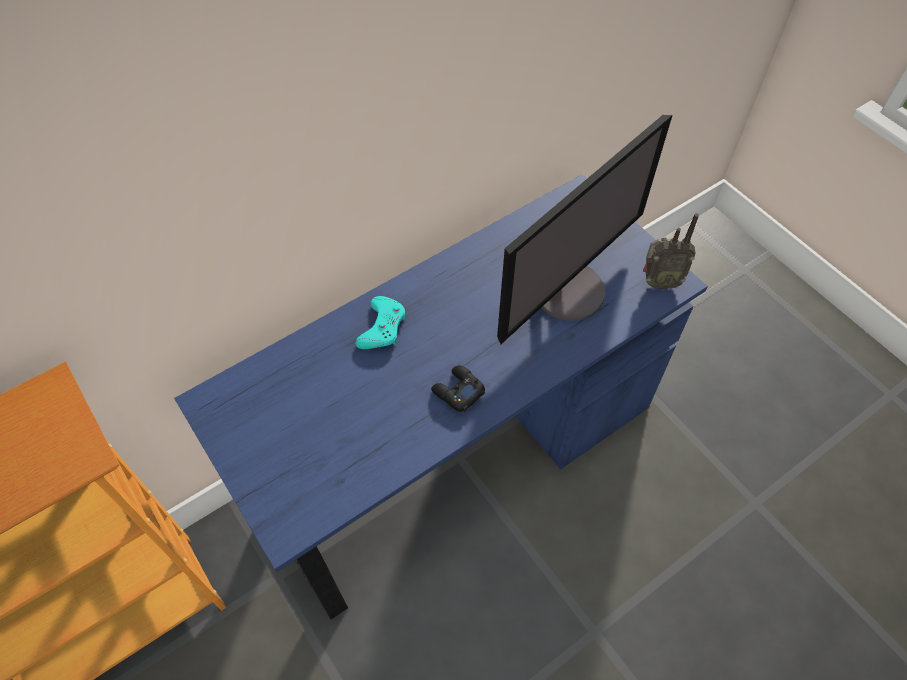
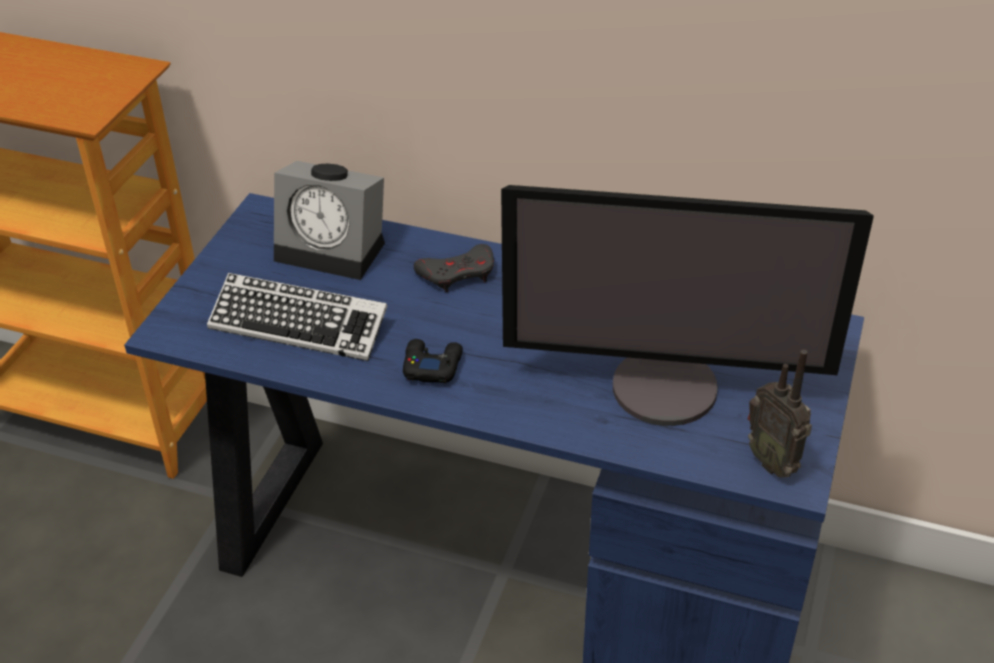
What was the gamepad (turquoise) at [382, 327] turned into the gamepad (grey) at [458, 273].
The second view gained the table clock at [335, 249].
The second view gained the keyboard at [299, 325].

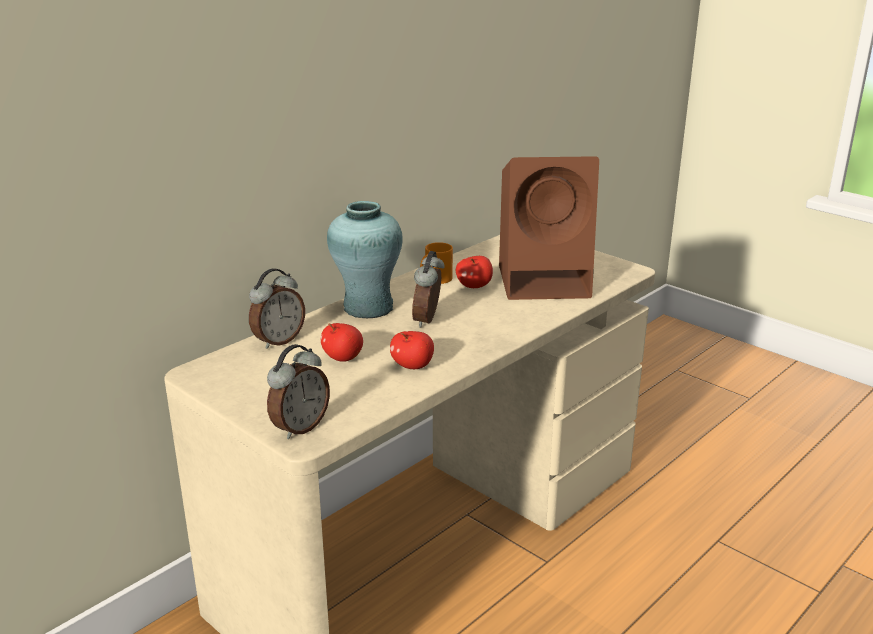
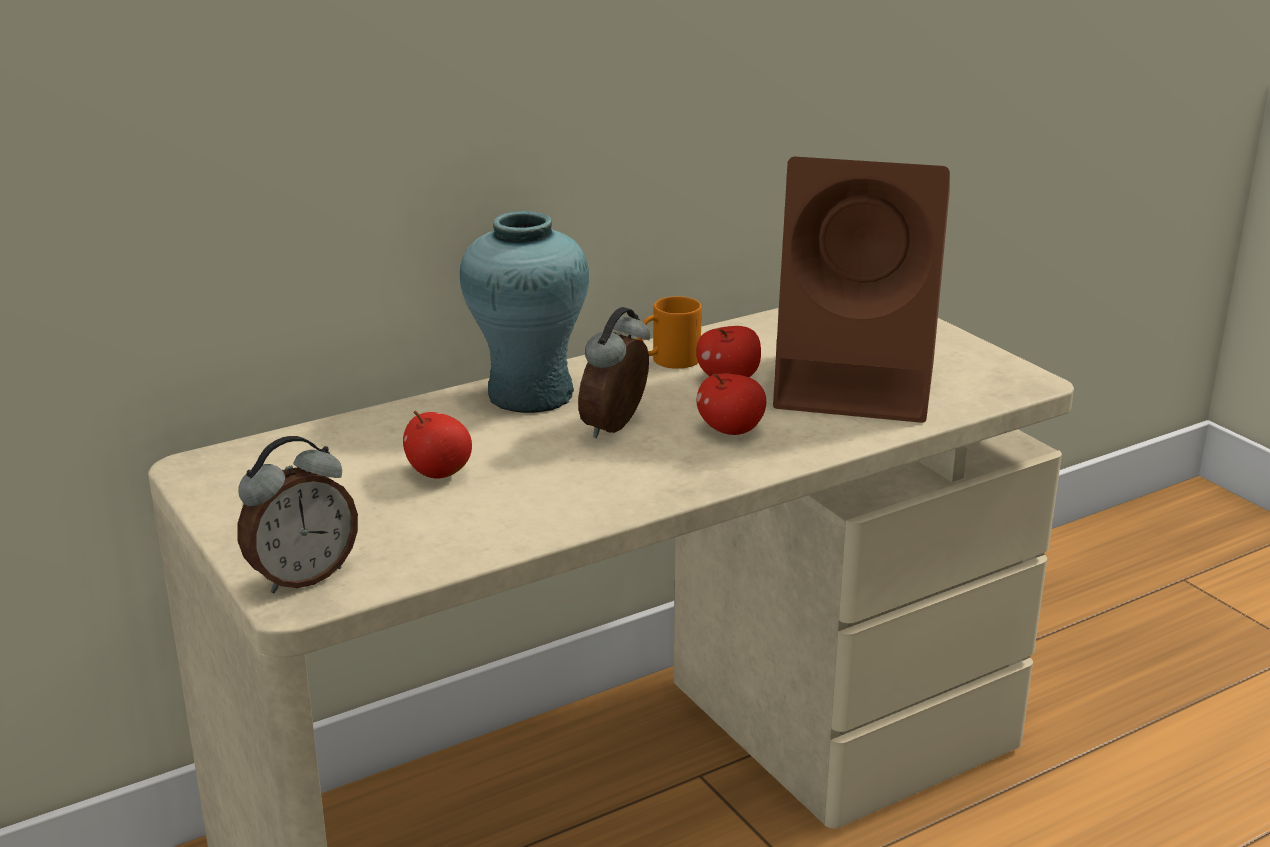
The second view lost the table clock at [278, 341].
The apple fruit ended up elsewhere, having gone from [412, 366] to [731, 430].

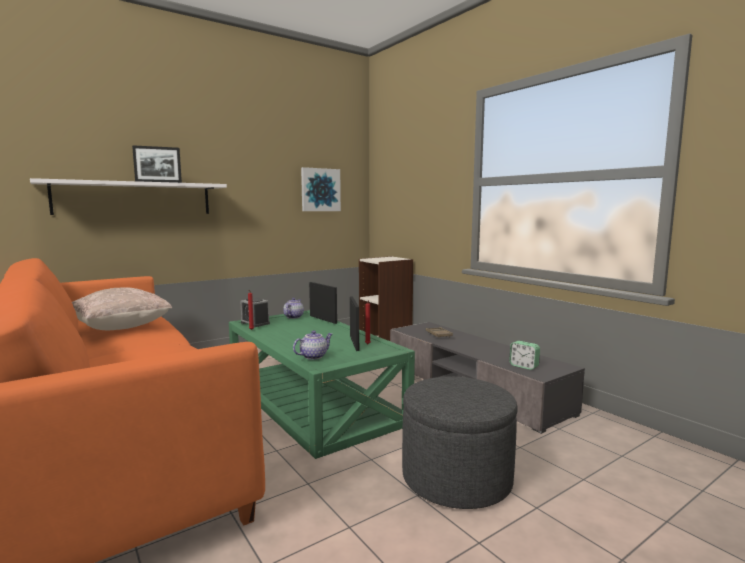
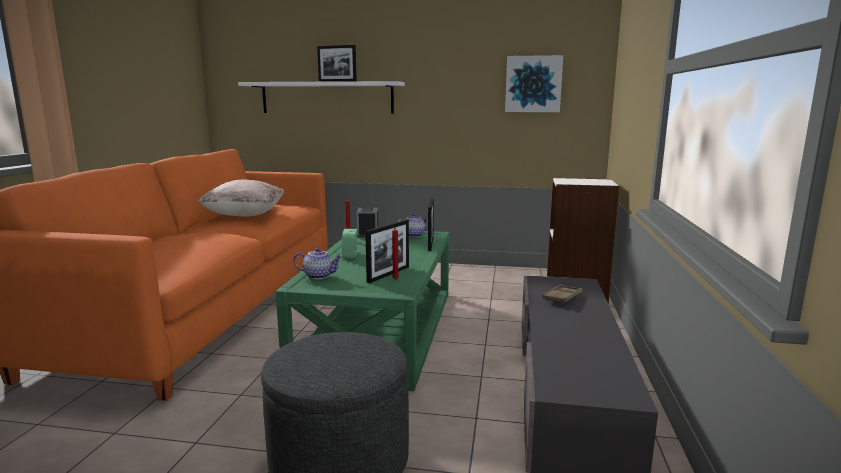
The table clock ended up elsewhere, having gone from [524, 366] to [350, 255].

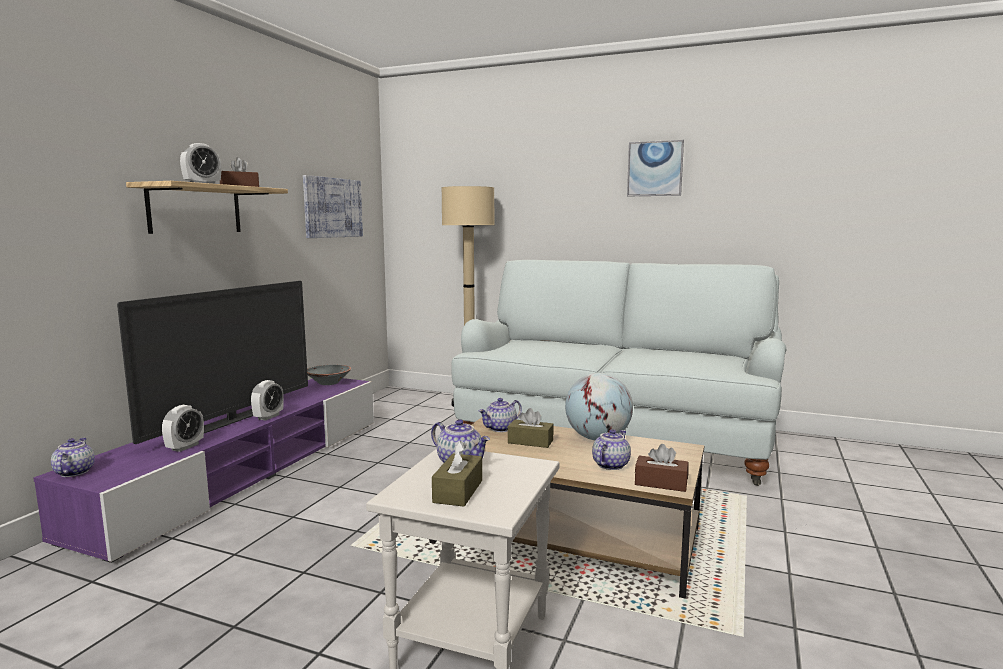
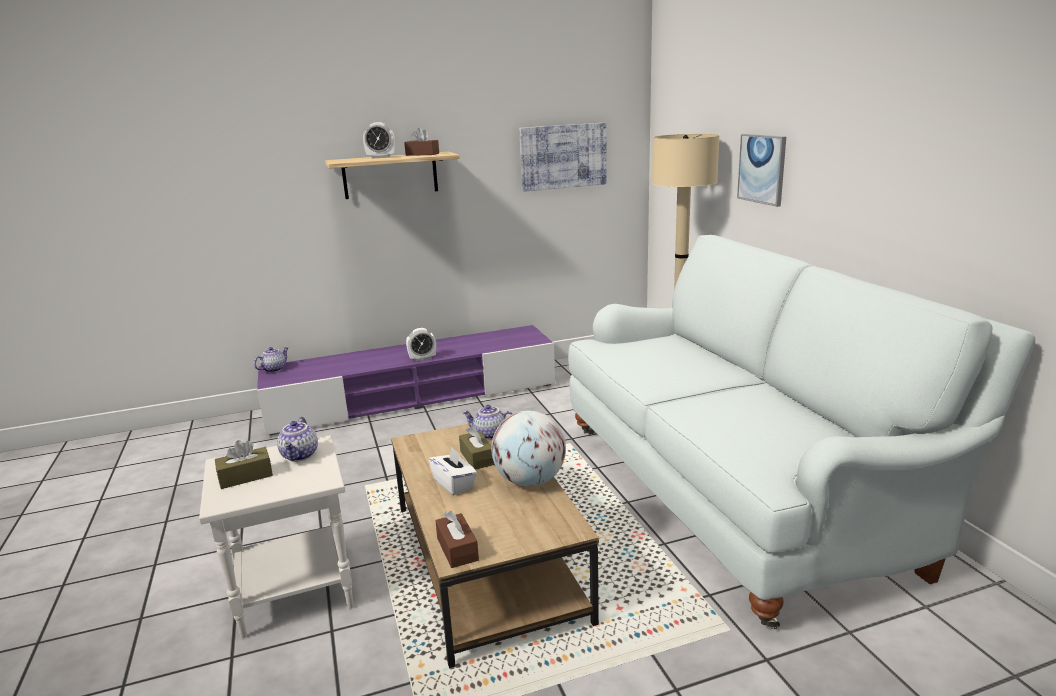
The picture ended up elsewhere, having gone from [655, 169] to [762, 169].
The second view lost the television at [232, 420].
The second view lost the serving bowl (grey) at [328, 383].
The second view lost the table clock at [185, 447].
The second view lost the pot for tea at [610, 465].
The second view gained the tissue holder (white) at [454, 484].

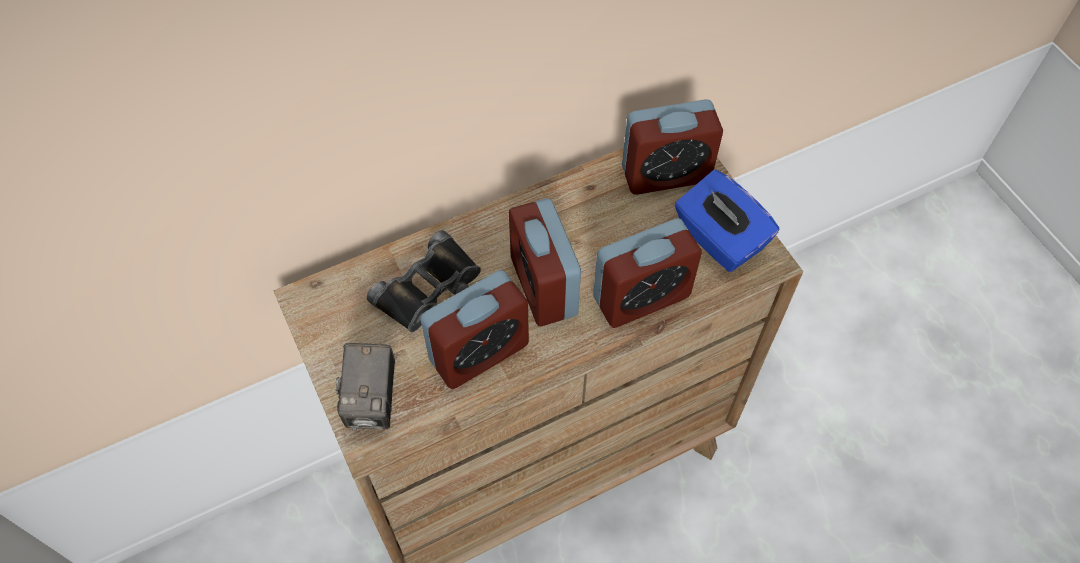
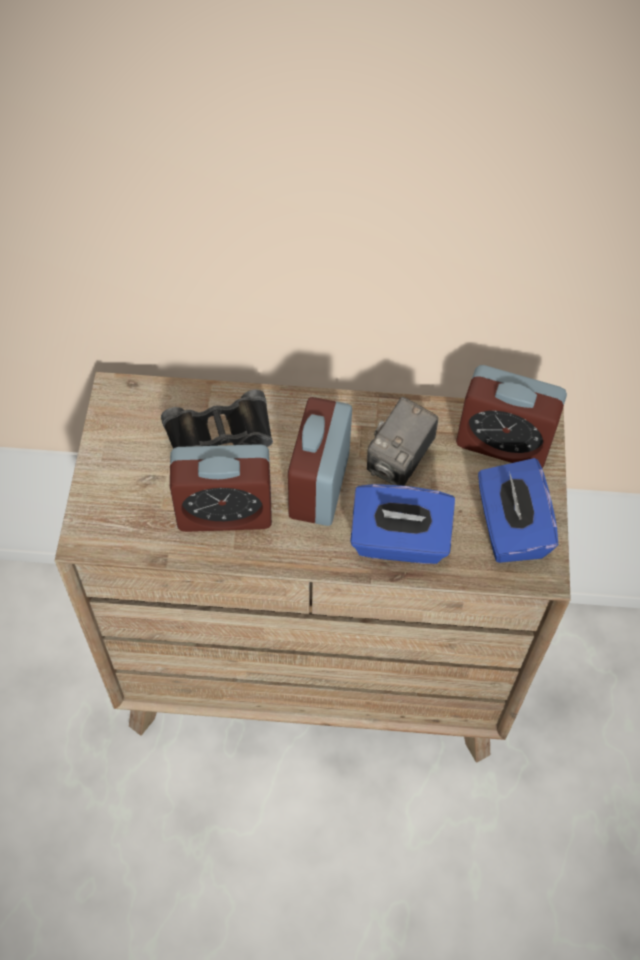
Where the table clock stood at [641, 297], the tissue holder (blue) came to stand at [399, 541].
The photo camera ended up elsewhere, having gone from [373, 402] to [399, 462].

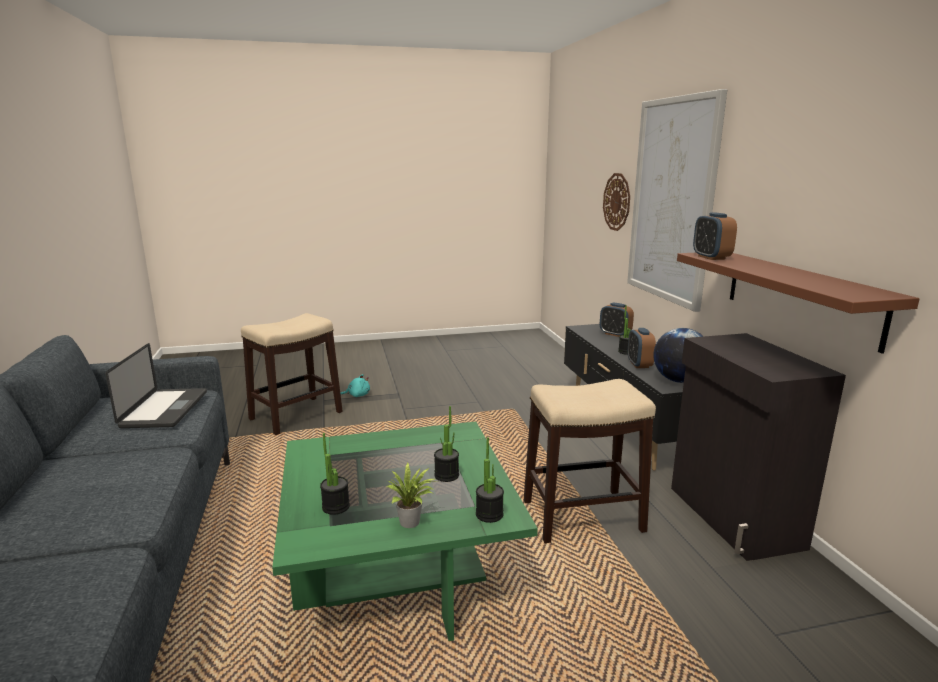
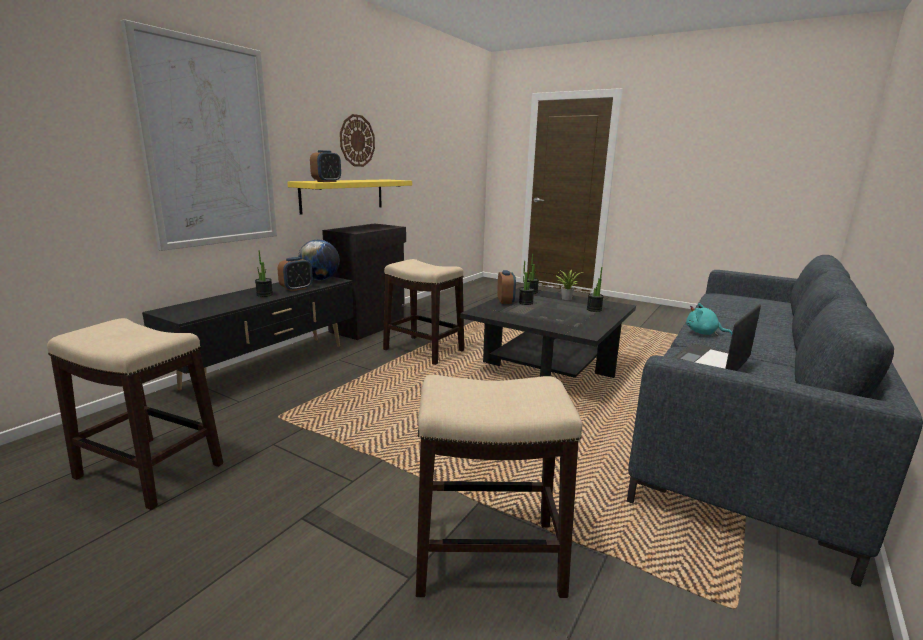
The clock on the wall ended up elsewhere, having gone from [617, 202] to [357, 141].
What was the shelf (brown) at [799, 296] turned into the shelf (yellowish) at [343, 195].
The table clock ended up elsewhere, having gone from [615, 334] to [505, 301].
The soft toy (turquoise) ended up elsewhere, having gone from [357, 395] to [703, 333].
What was the low table (greenish) at [399, 570] turned into the low table (black) at [546, 370].
The second view gained the stool at [151, 471].

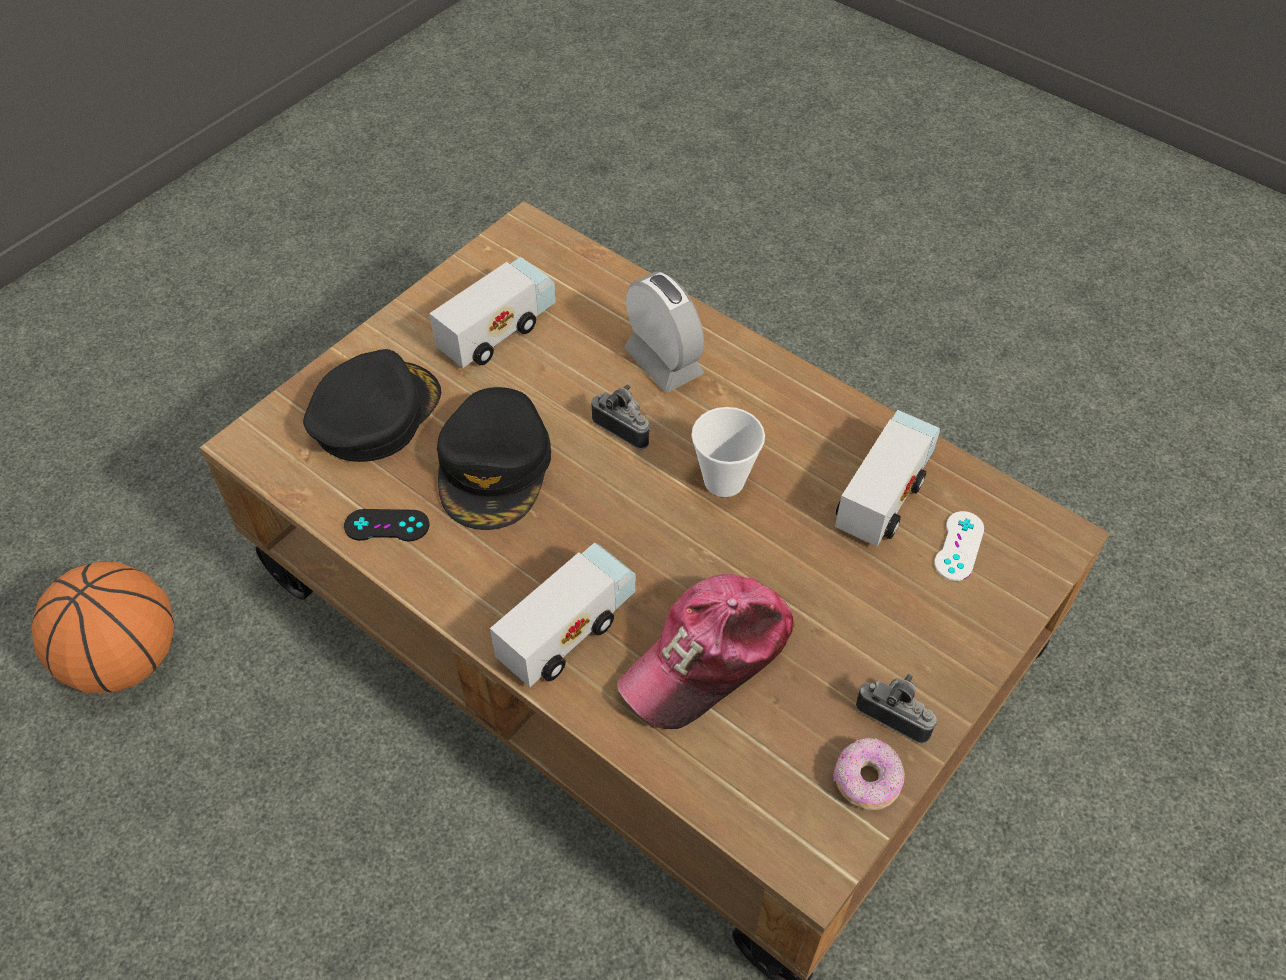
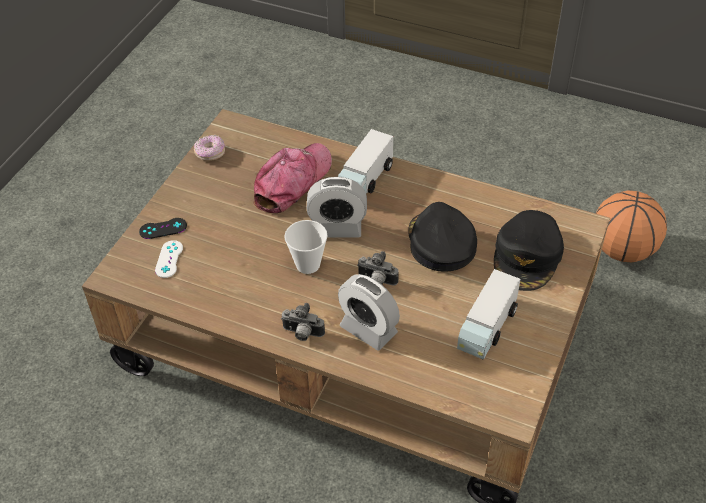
The second view lost the toy truck at [884, 492].
The gamepad (black) ended up elsewhere, having gone from [387, 525] to [163, 228].
The photo camera ended up elsewhere, having gone from [895, 714] to [302, 334].
The second view gained the table clock at [337, 228].

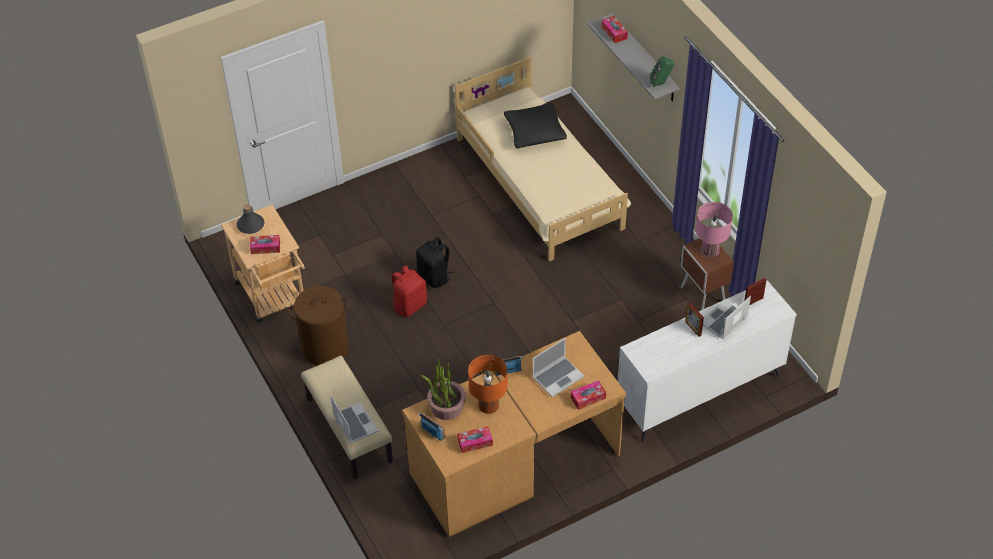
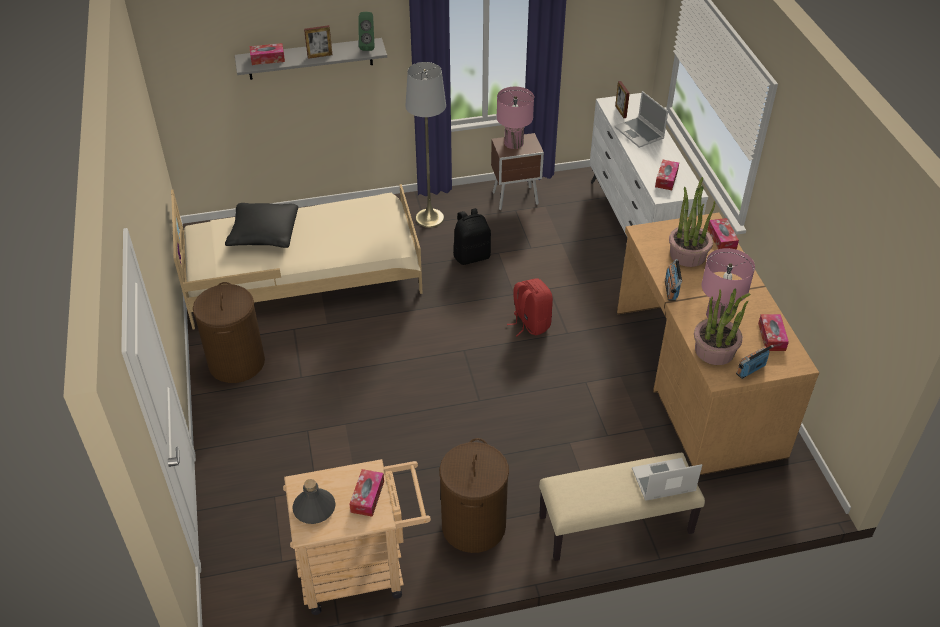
The knapsack (black) ended up elsewhere, having gone from [435, 277] to [472, 256].
The knapsack (red) ended up elsewhere, having gone from [409, 305] to [530, 323].
The photo frame ended up elsewhere, having gone from [693, 328] to [320, 56].
Where the laptop stood at [558, 377], the houseplant came to stand at [688, 254].
What was the tabletop lamp (orange) at [488, 405] turned into the tabletop lamp (pinkish) at [718, 315].
The second view gained the standing lamp (grey) at [429, 218].
The second view gained the tissue holder at [666, 179].
The second view gained the washing basket (brown) at [236, 362].

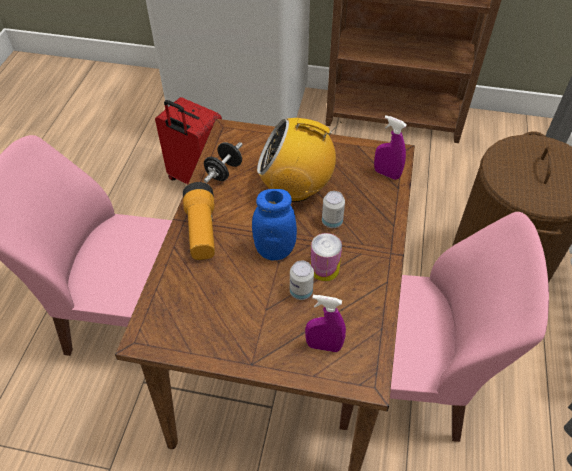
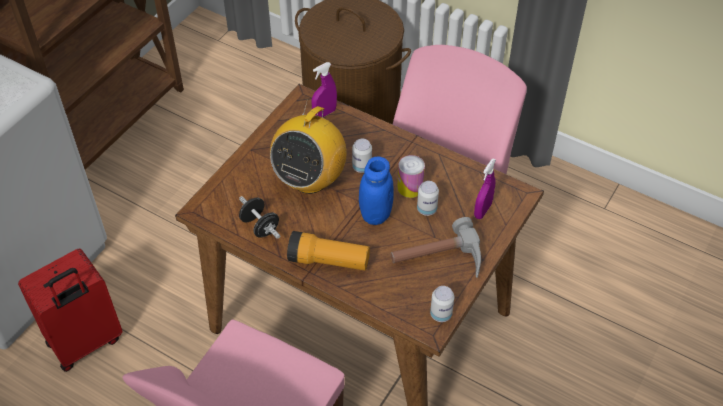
The second view gained the hammer at [438, 262].
The second view gained the metal can at [441, 314].

